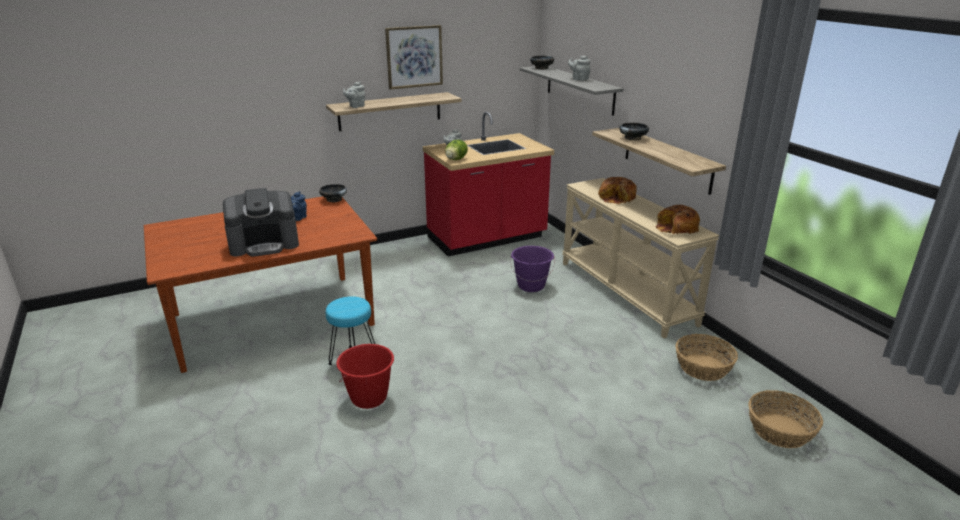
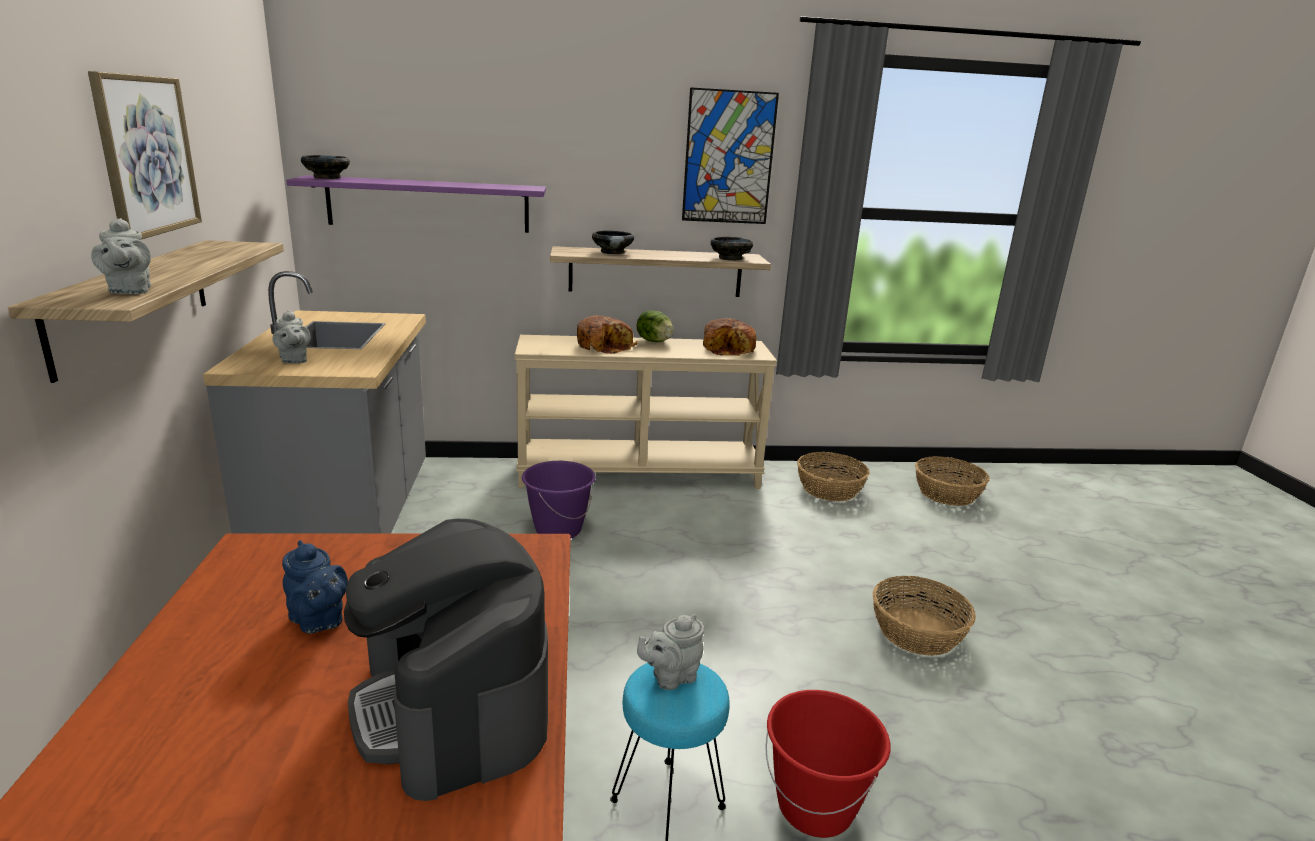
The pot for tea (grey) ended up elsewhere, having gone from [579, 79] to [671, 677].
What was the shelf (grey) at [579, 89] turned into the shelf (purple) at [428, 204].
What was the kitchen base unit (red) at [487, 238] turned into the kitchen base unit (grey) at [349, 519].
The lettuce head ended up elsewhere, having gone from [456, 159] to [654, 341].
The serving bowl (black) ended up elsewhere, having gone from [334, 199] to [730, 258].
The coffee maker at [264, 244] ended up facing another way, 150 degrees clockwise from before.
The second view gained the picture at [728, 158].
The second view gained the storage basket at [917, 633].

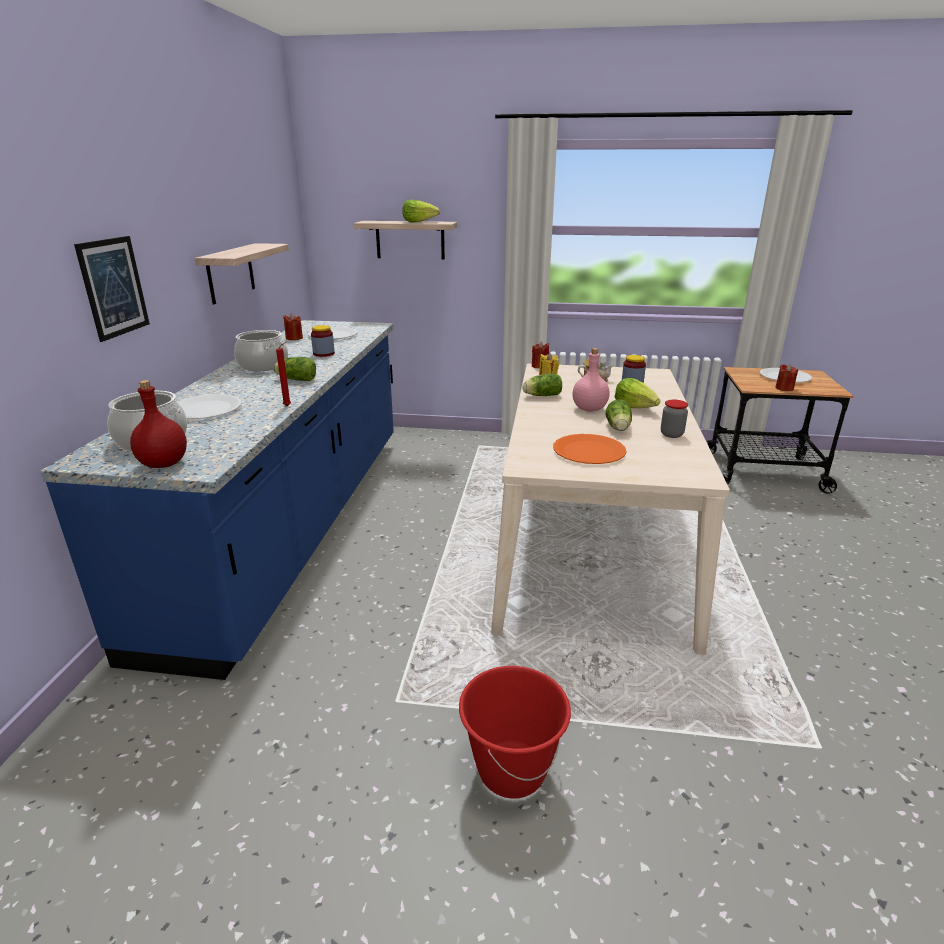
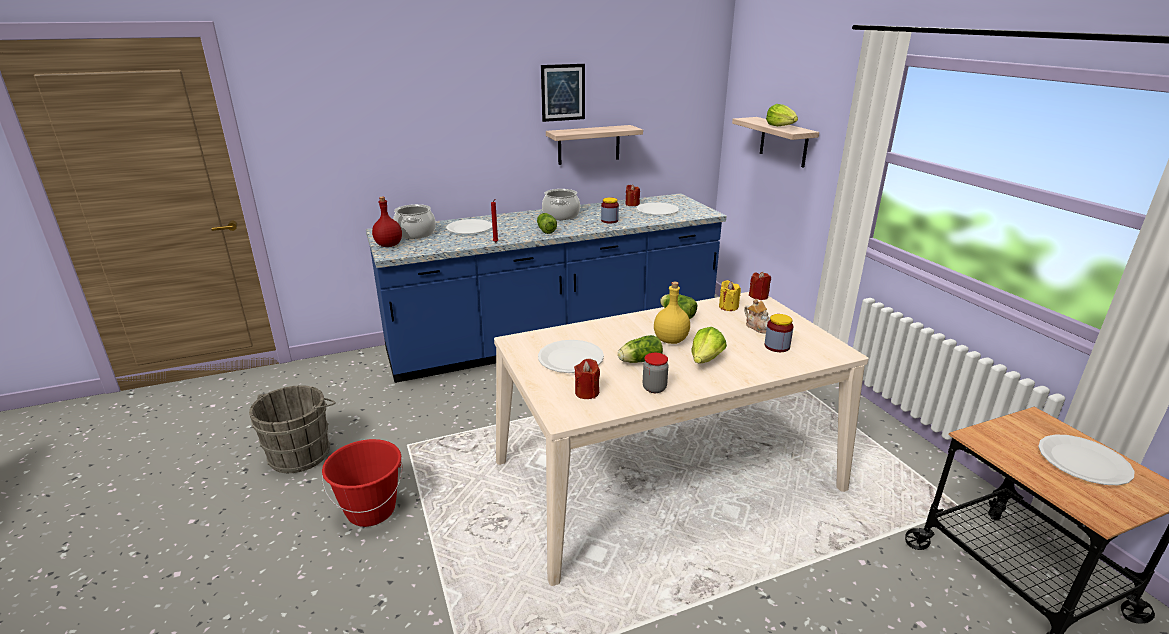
The picture ended up elsewhere, having gone from [114, 287] to [563, 92].
What was the drink bottle (pinkish) at [590, 409] turned into the drink bottle (yellowish) at [671, 340].
The wax light (red) ended up elsewhere, having gone from [784, 388] to [587, 392].
What was the dinner plate (orange) at [589, 451] turned into the dinner plate (white) at [571, 358].
The second view gained the water bucket (grey) at [302, 453].

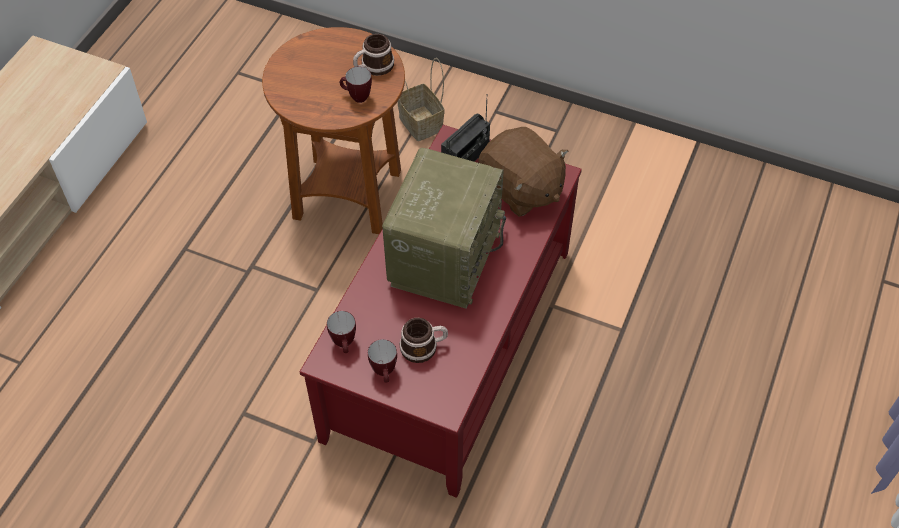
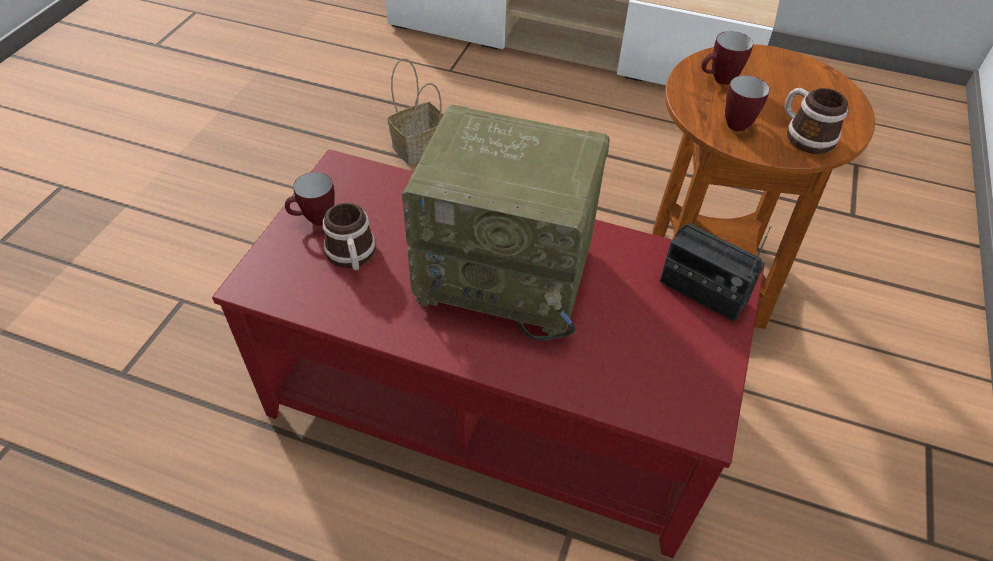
The storage basket ended up elsewhere, having gone from [422, 124] to [418, 149].
The second view lost the soft toy (brown) at [520, 189].
The tea mug ended up elsewhere, having gone from [345, 345] to [718, 80].

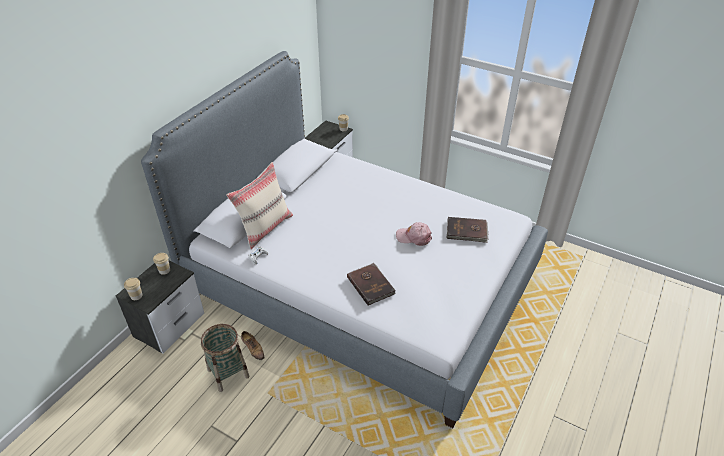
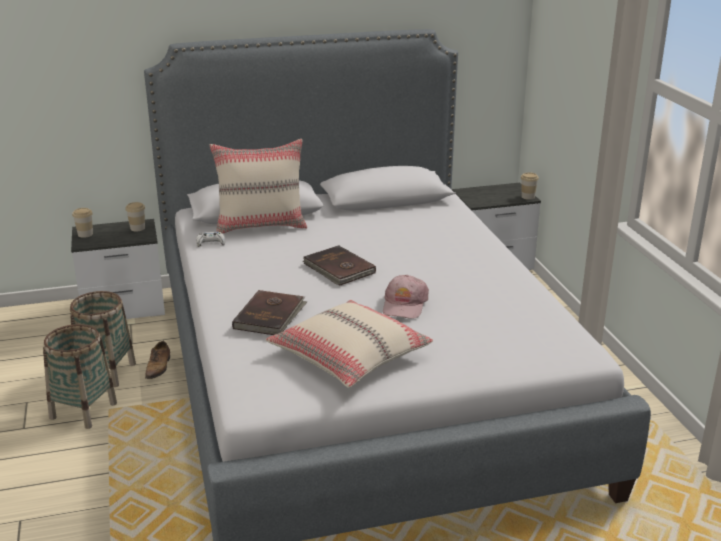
The book (brown) ended up elsewhere, having gone from [467, 231] to [338, 269].
The baseball cap (pinkish) at [414, 237] ended up facing another way, 135 degrees counterclockwise from before.
The second view gained the cushion (beige) at [349, 356].
The second view gained the storage basket at [83, 411].

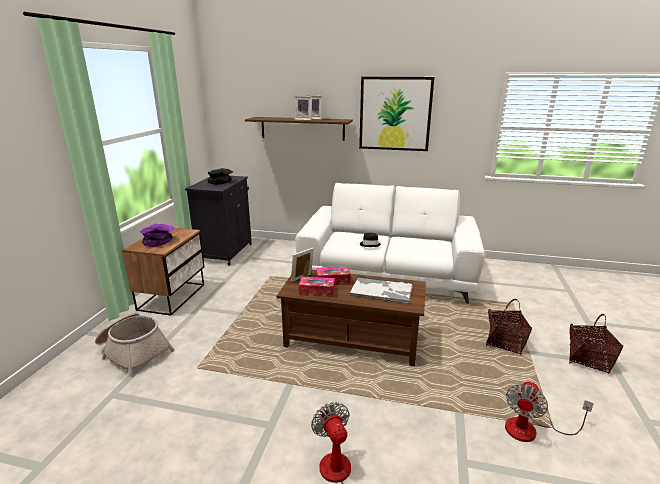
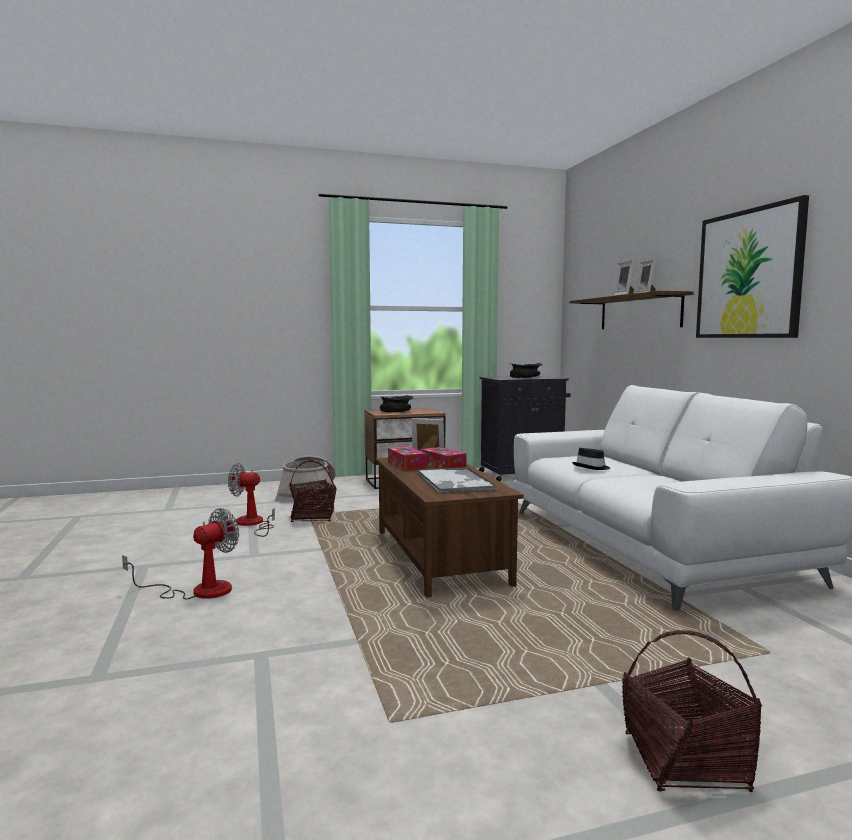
What was the serving bowl (purple) at [159, 241] turned into the serving bowl (black) at [397, 411].
The storage basket ended up elsewhere, having gone from [504, 342] to [313, 517].
The electric fan ended up elsewhere, having gone from [531, 429] to [253, 524].

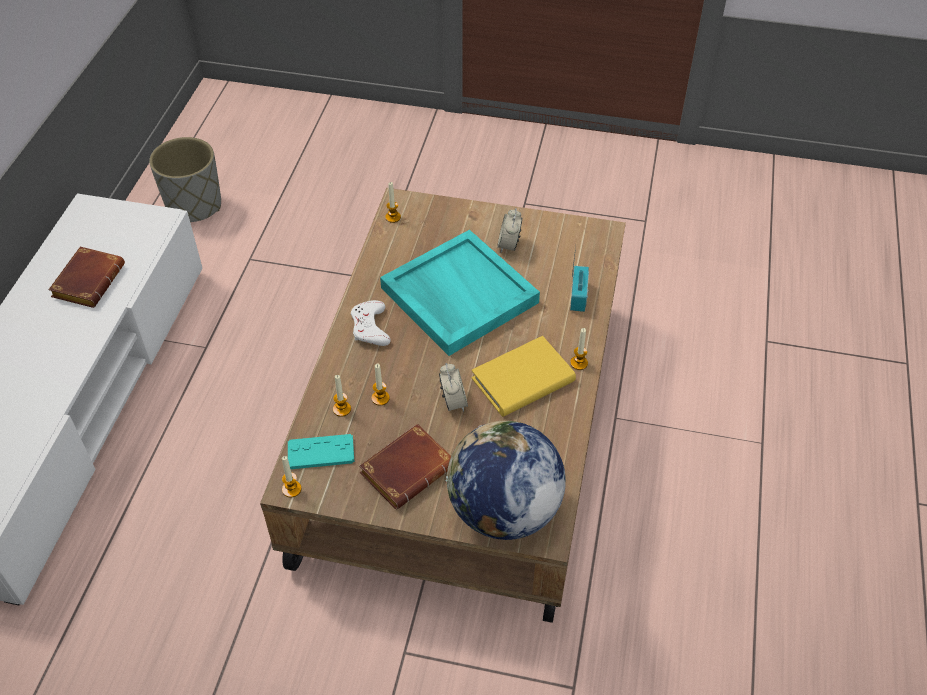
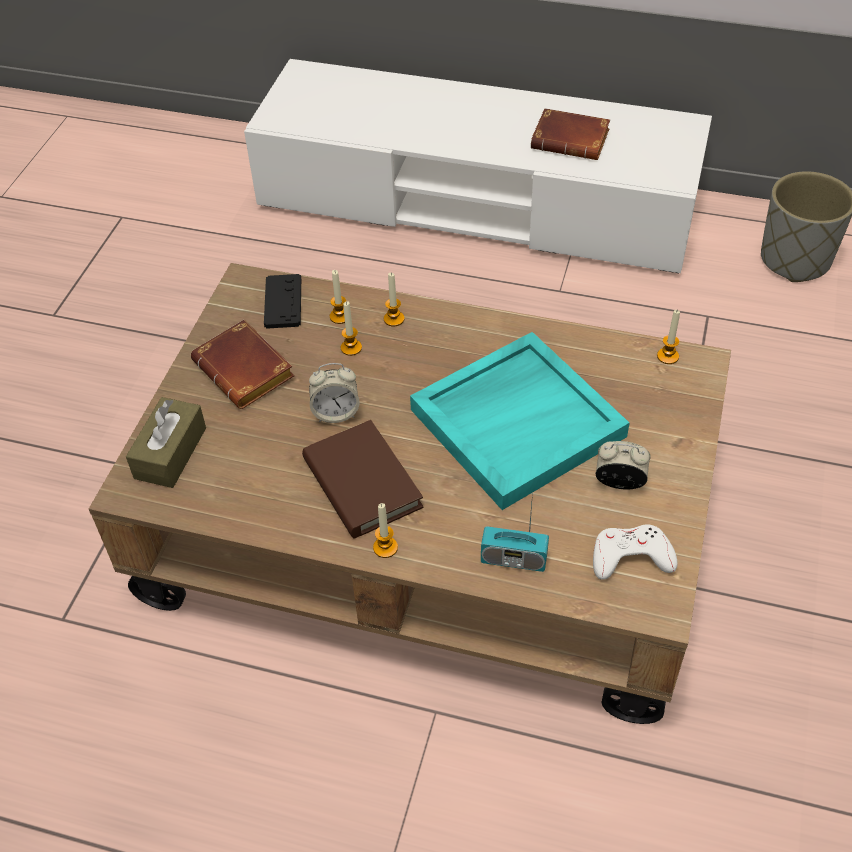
The gamepad (white) ended up elsewhere, having gone from [370, 327] to [630, 557].
What was the book (yellowish) at [523, 380] turned into the book (brown) at [362, 483].
Where the desk globe stood at [503, 511], the tissue holder (brown) came to stand at [170, 453].
What was the gamepad (turquoise) at [321, 452] turned into the gamepad (black) at [283, 302].
The wax light ended up elsewhere, having gone from [291, 489] to [394, 319].

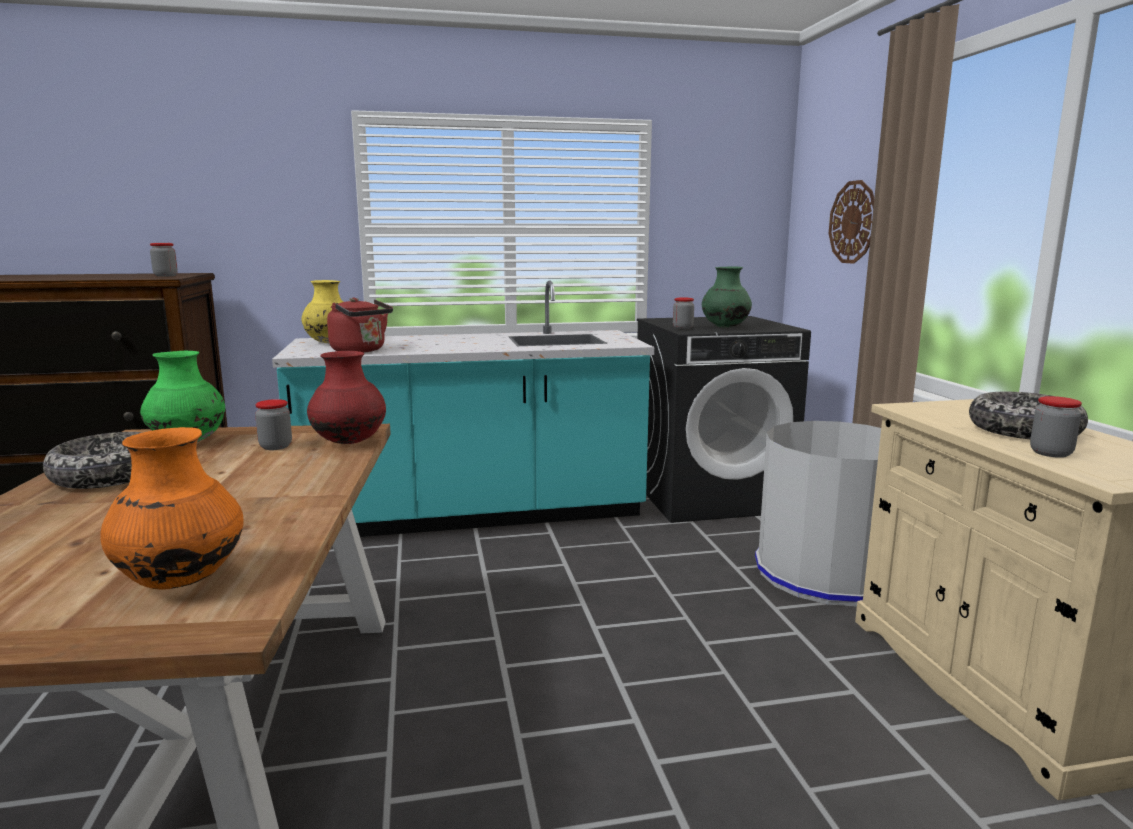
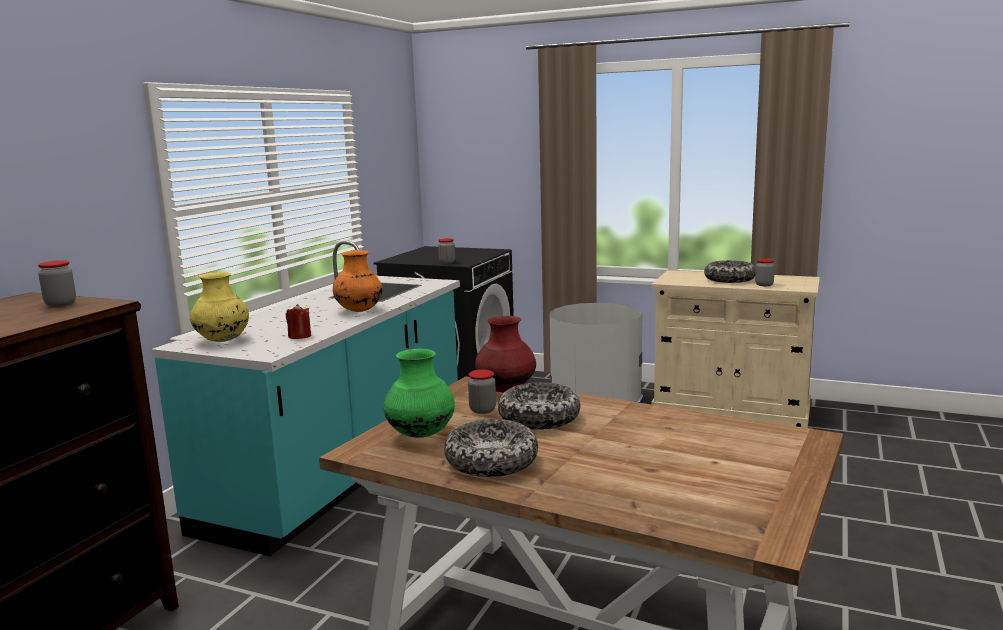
The second view lost the clock on the wall at [853, 222].
The second view lost the vase (greenish) at [725, 327].
Where the water kettle (red) stood at [361, 351], the wax light (red) came to stand at [299, 336].
The vase (orange) ended up elsewhere, having gone from [181, 581] to [359, 311].
The second view gained the serving bowl at [539, 418].

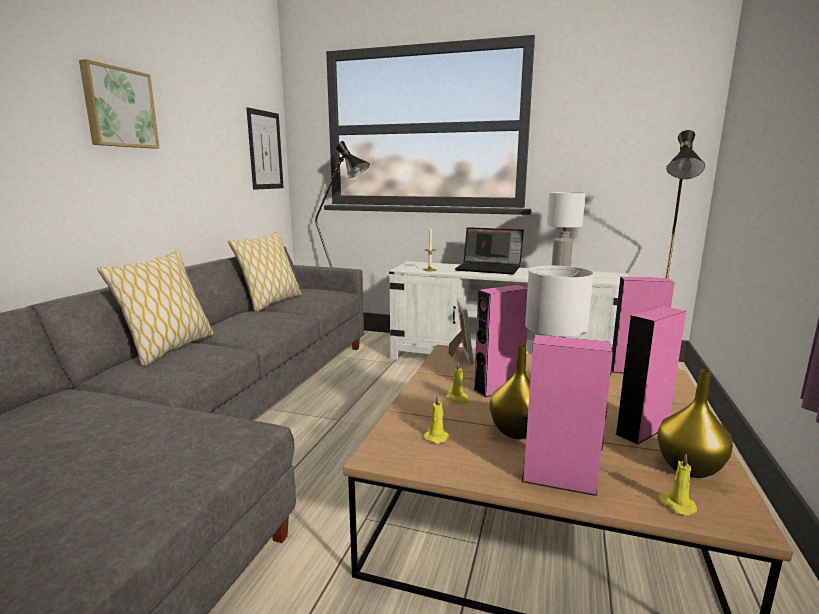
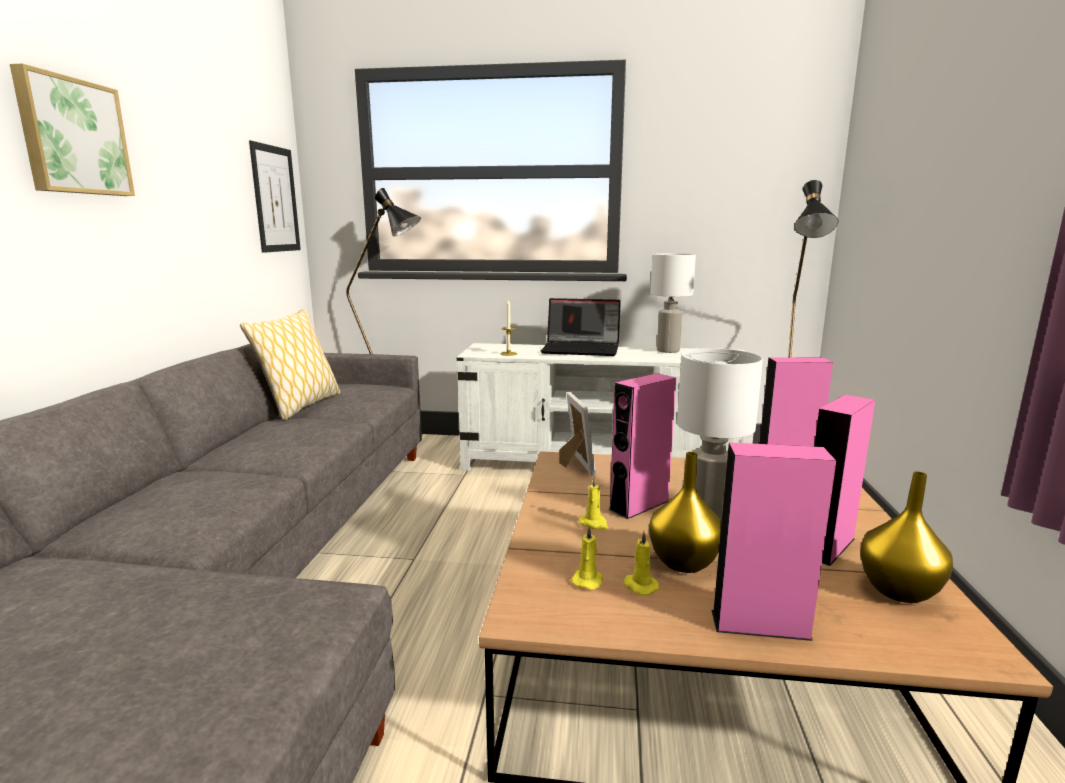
The second view lost the cushion at [169, 349].
The wax light (yellowish) ended up elsewhere, having gone from [676, 505] to [639, 586].

